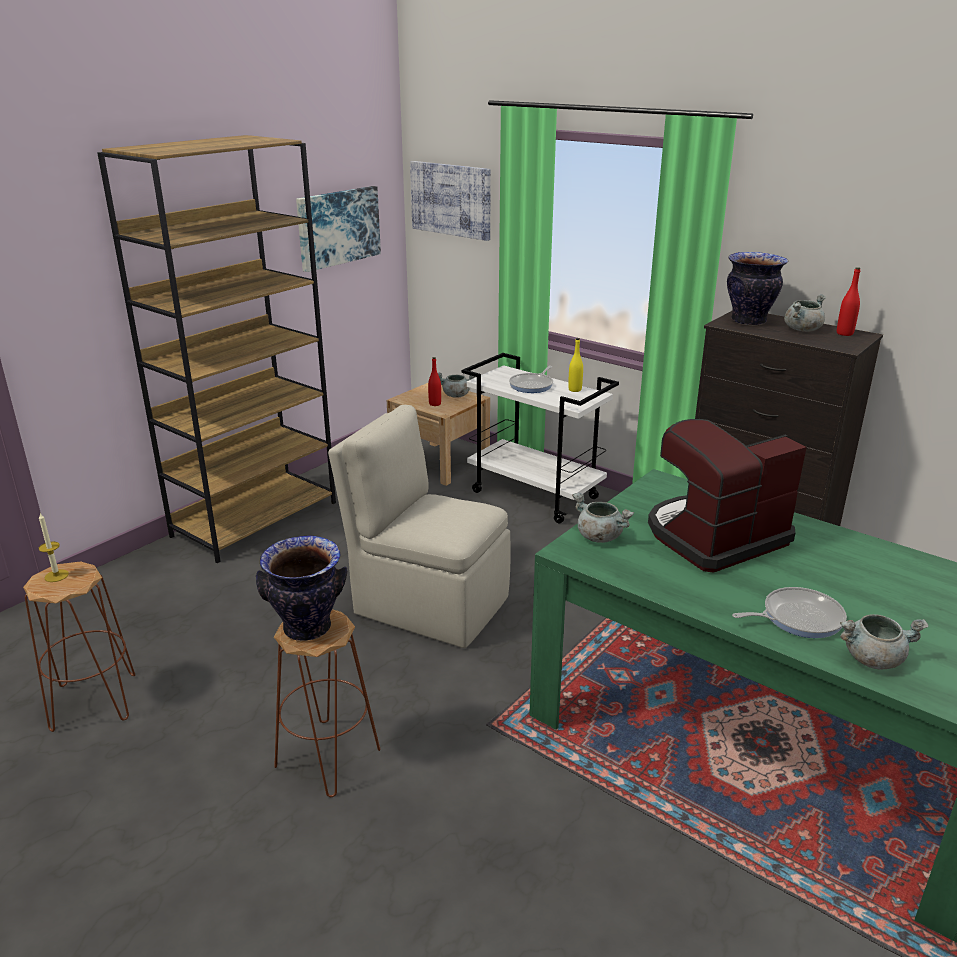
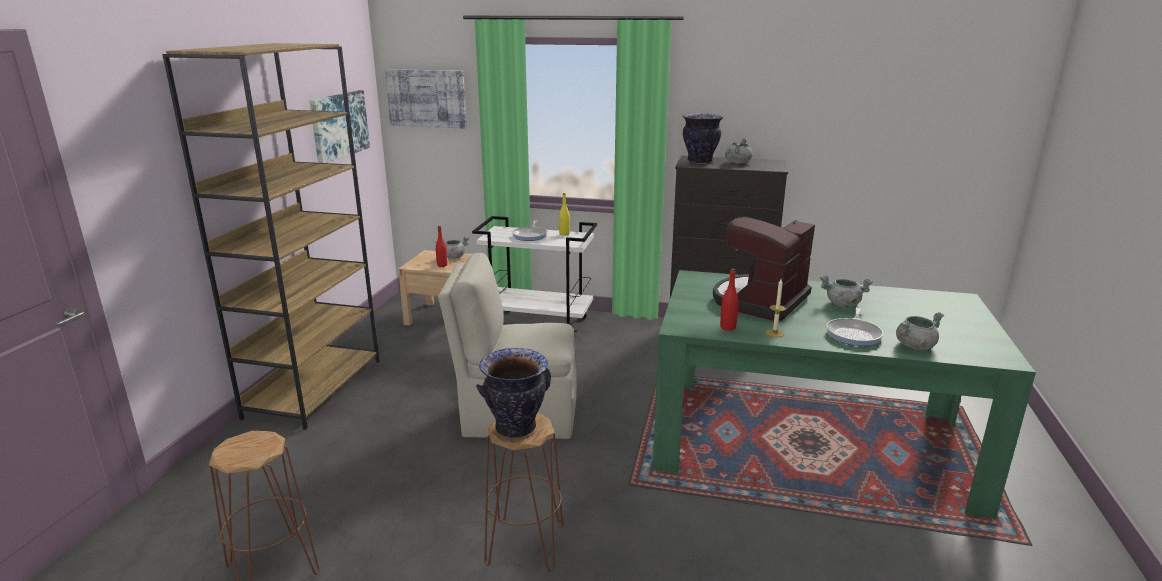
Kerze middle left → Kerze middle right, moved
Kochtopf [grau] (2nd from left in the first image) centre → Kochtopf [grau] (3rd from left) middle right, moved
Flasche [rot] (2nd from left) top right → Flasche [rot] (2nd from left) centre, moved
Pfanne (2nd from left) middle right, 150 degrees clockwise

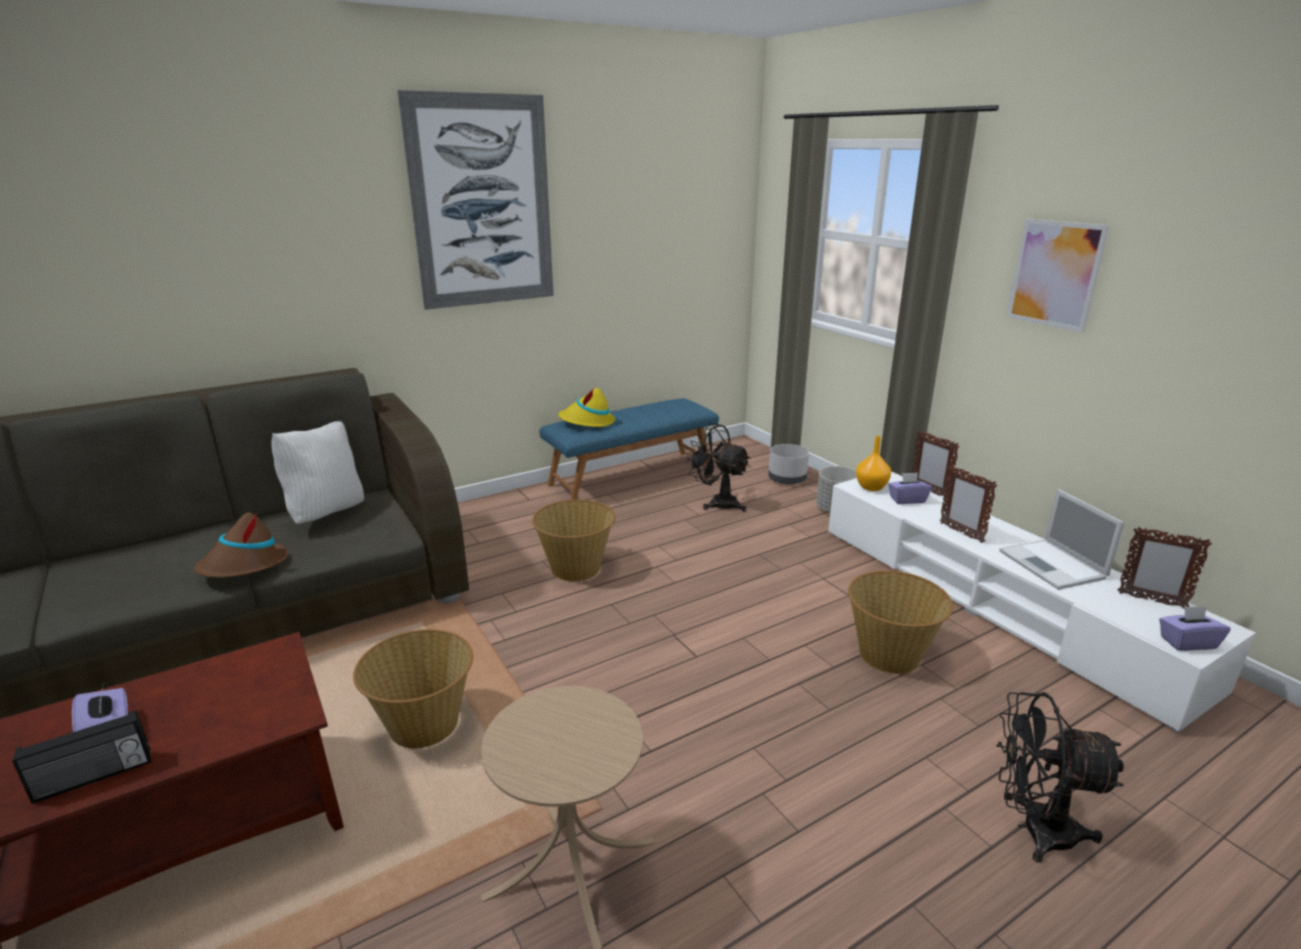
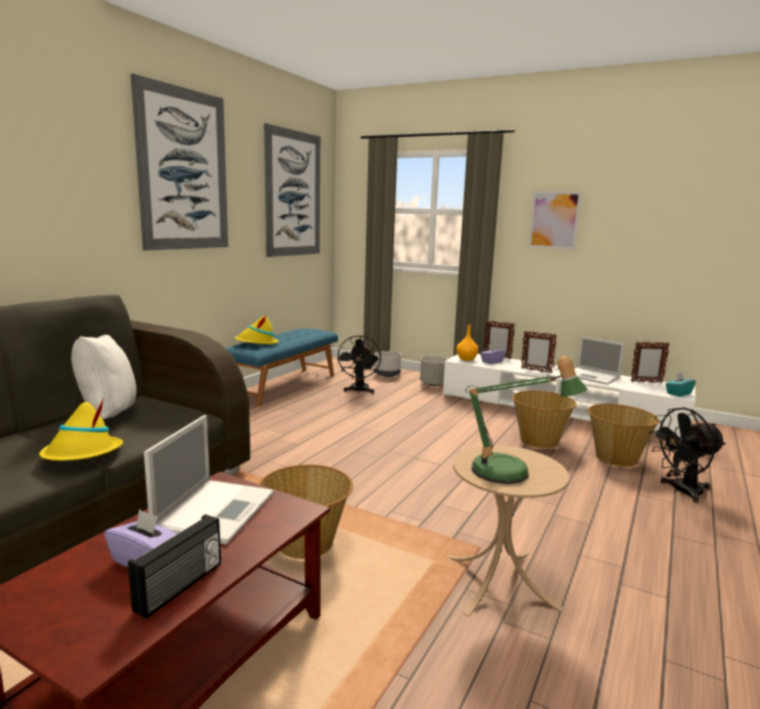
- → Laptop (1st from left) bottom left
- → Bild (2nd from left) top centre
- → Tischlampe middle right
Korb (2nd from left in the first image) centre → Korb (3rd from left) middle right, moved
Hut [braun] middle left → Hut [gelb] (1st from left) middle left
Taschentuchbox [lila] (3rd from left) middle right → Taschentuchbox [türkis] middle right
Ventilator [schwarz] (1st from left) centre, 90 degrees counterclockwise

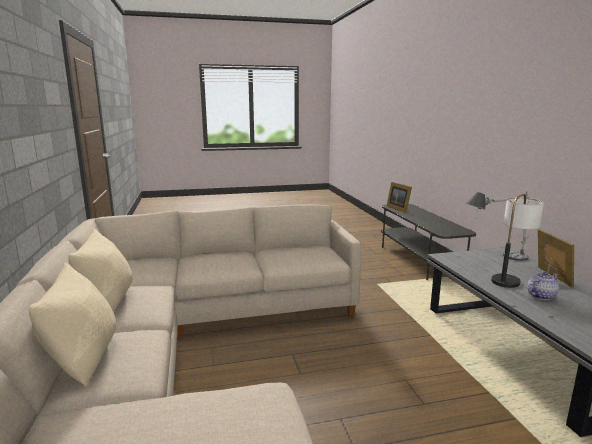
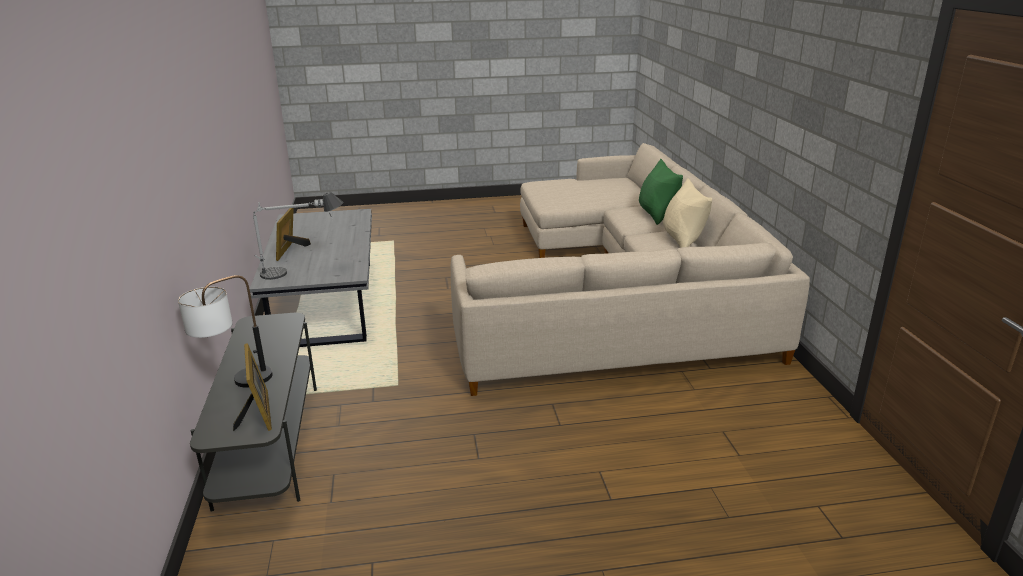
Teekanne middle right → -
Tischlampe (2nd from left in the first image) middle right → Tischlampe (1st from left) middle left, moved
Kissen [beige] (1st from left) bottom left → Kissen [grün] centre

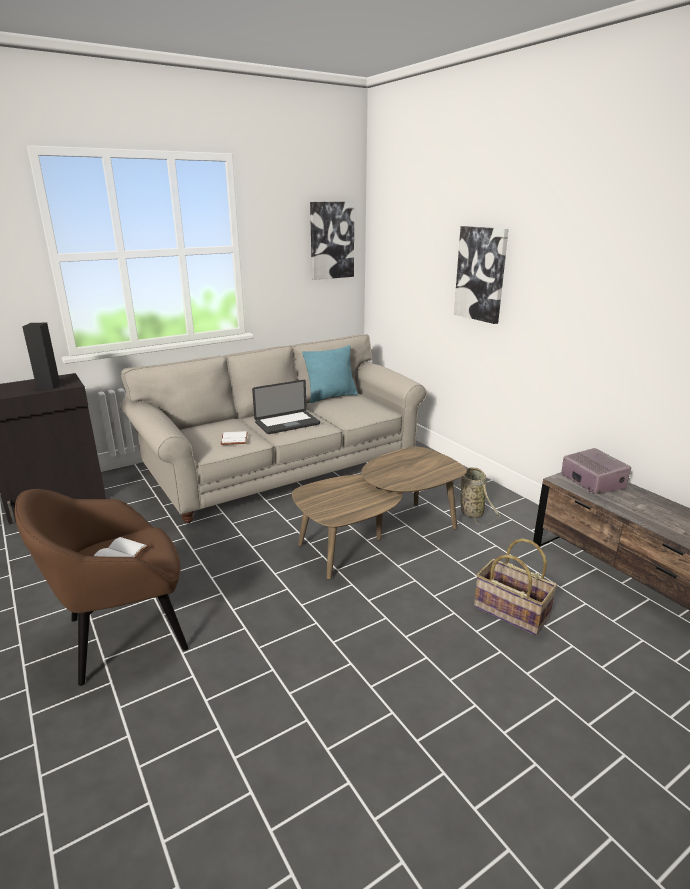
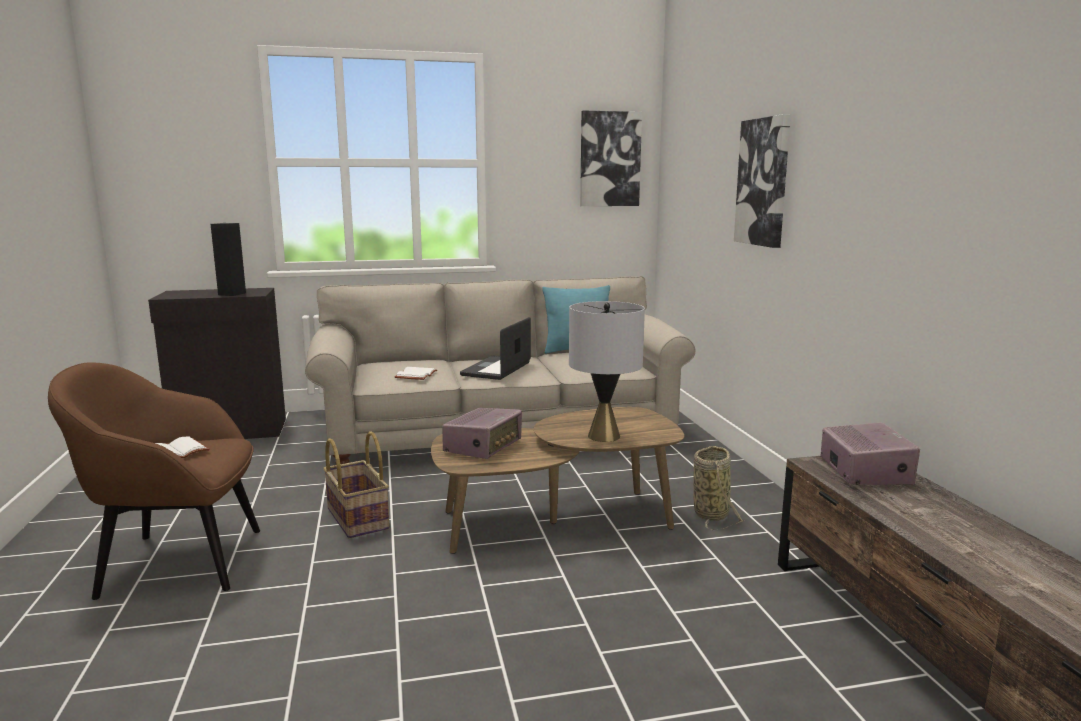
- → Radio (1st from left) centre
- → Tischlampe [grau] centre
Korb (2nd from left in the first image) middle right → Korb (1st from left) bottom left, moved
Laptop centre, 120 degrees clockwise

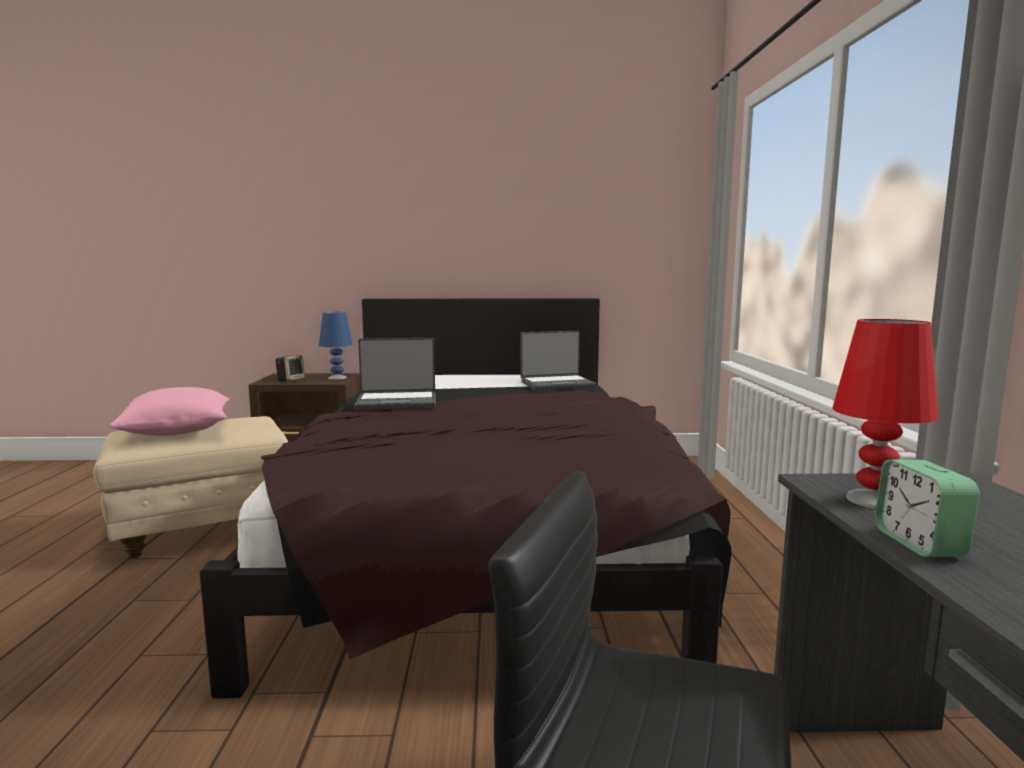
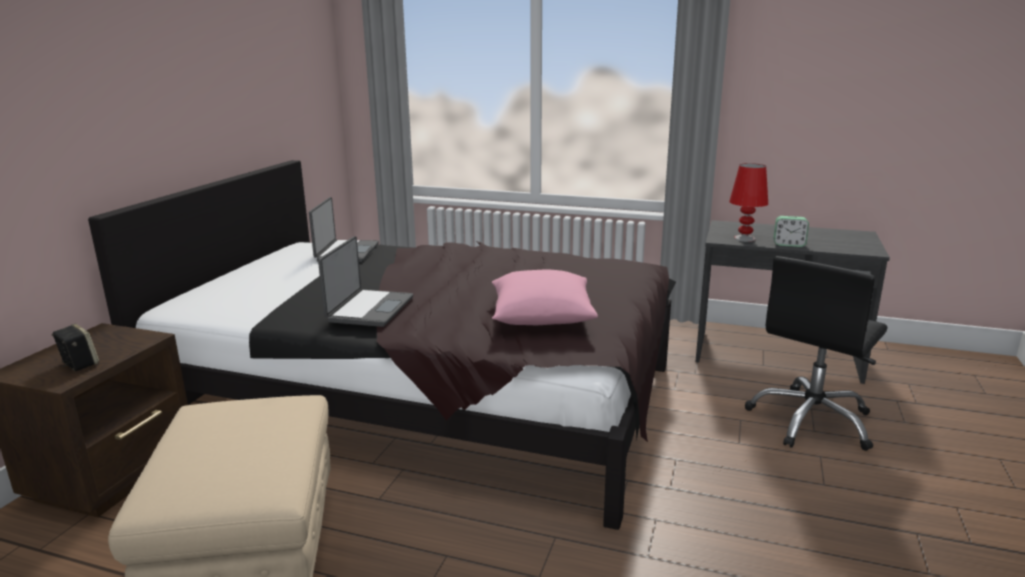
Tischlampe [blau] middle left → -
Kissen [rosa] middle left → Kissen [rosa] centre, moved

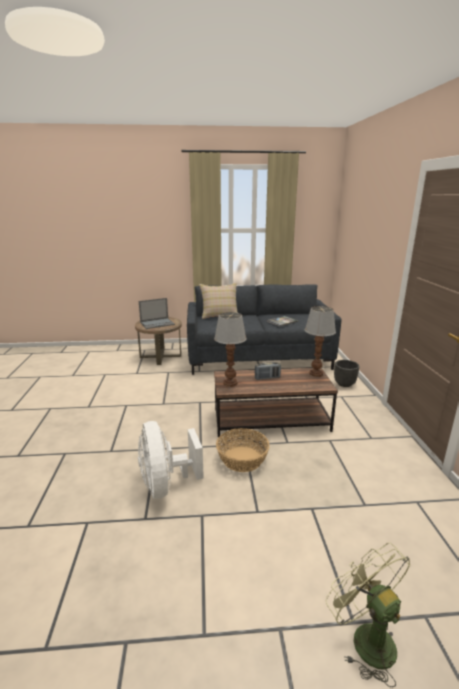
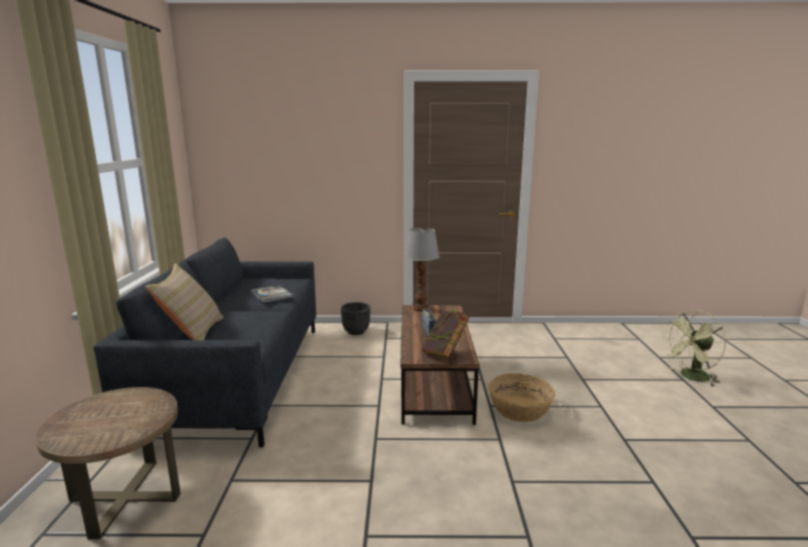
Ventilator [weiß] bottom centre → -
Laptop centre → -
Tischlampe (1st from left) centre → Buch (2nd from left) centre

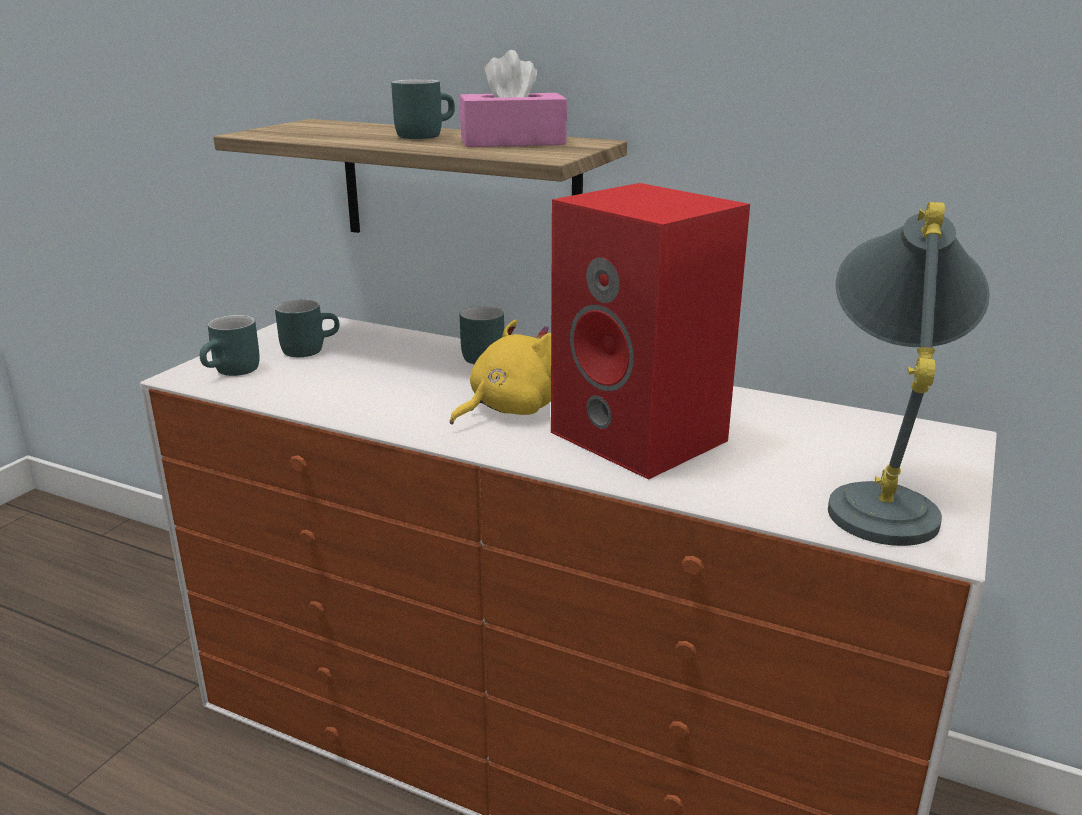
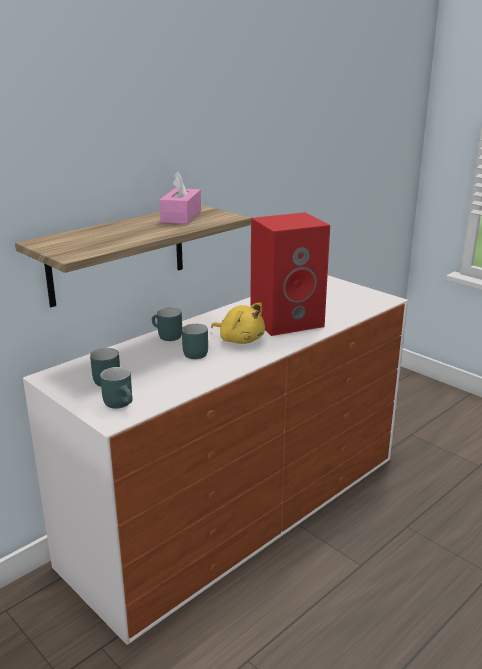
Tischlampe [grau] middle right → -
Henkelbecher [türkis] (3rd from left in the first image) top centre → Henkelbecher [türkis] (4th from left) centre, moved
Plüschtier [gelb] centre, 150 degrees clockwise

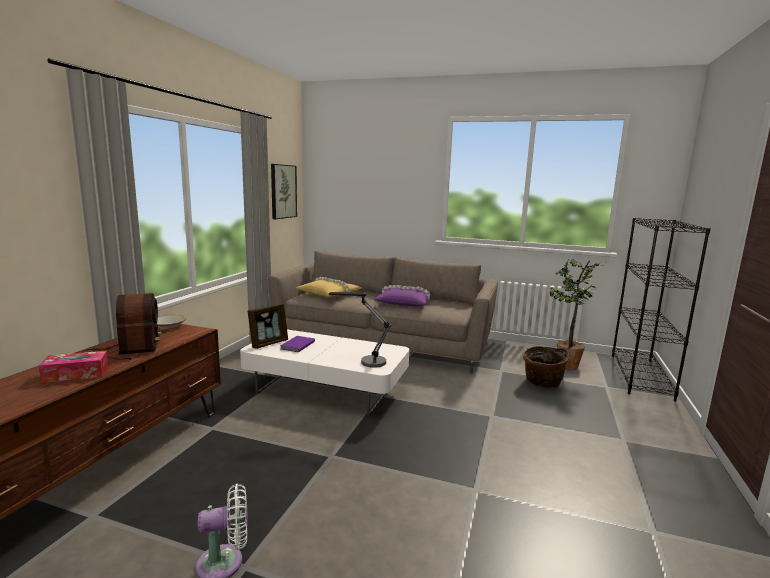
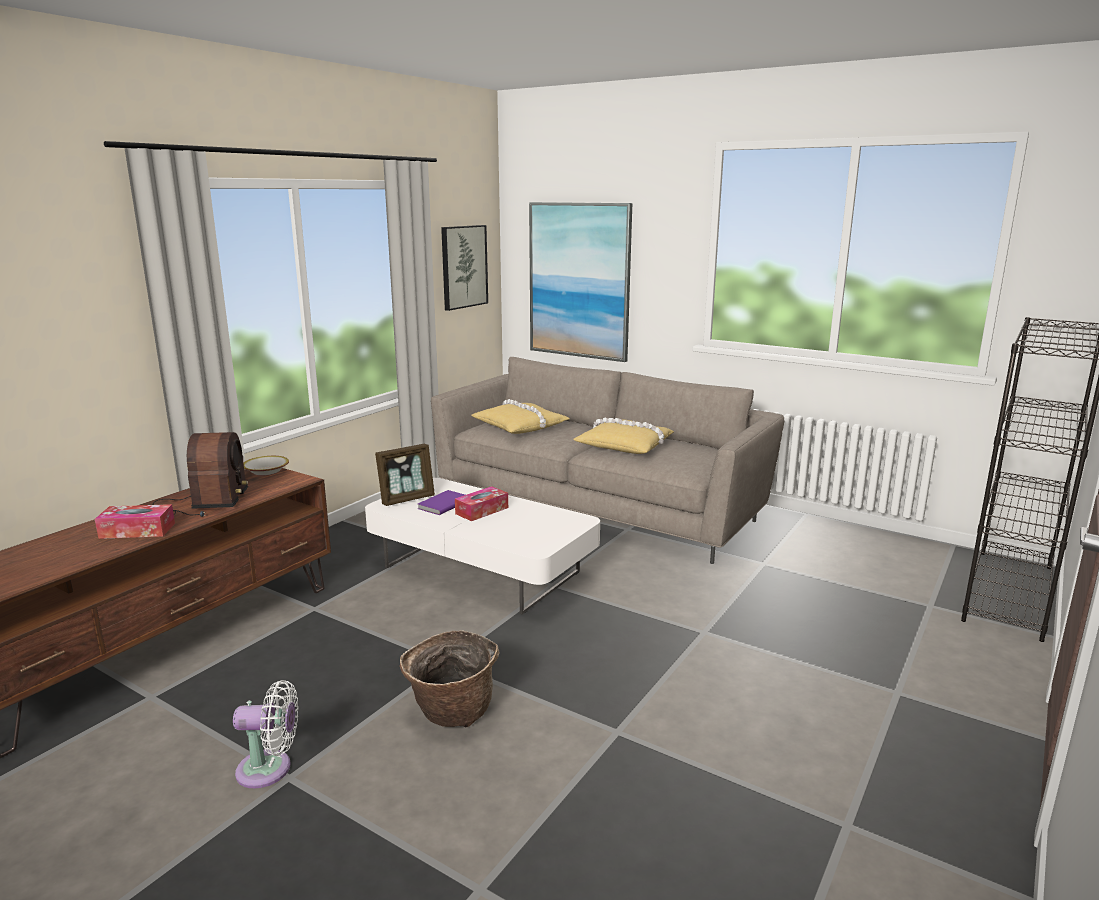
Tischlampe centre → -
Topfpflanze middle right → -
- → Taschentuchbox (2nd from left) centre
- → Bild (2nd from left) top centre
Korb middle right → Korb bottom centre, moved
Kissen [lila] centre → Kissen [gelb] (2nd from left) centre

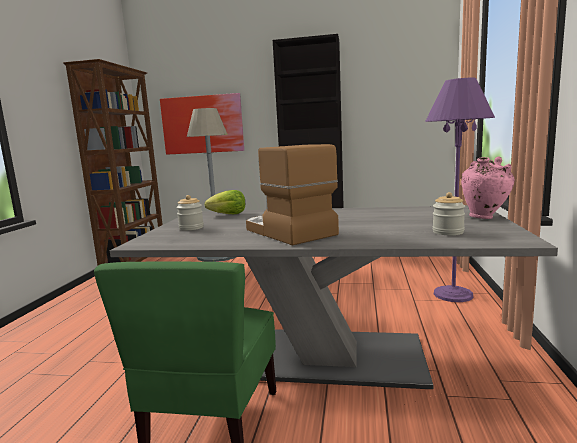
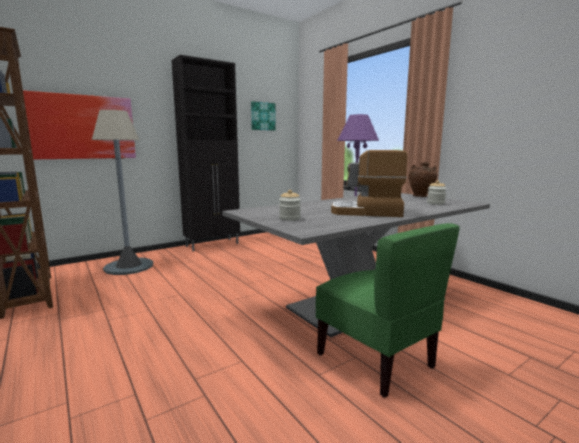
Salatkopf centre → -
- → Bild (2nd from left) top centre
Vase [rosa] middle right → Vase [braun] middle right

